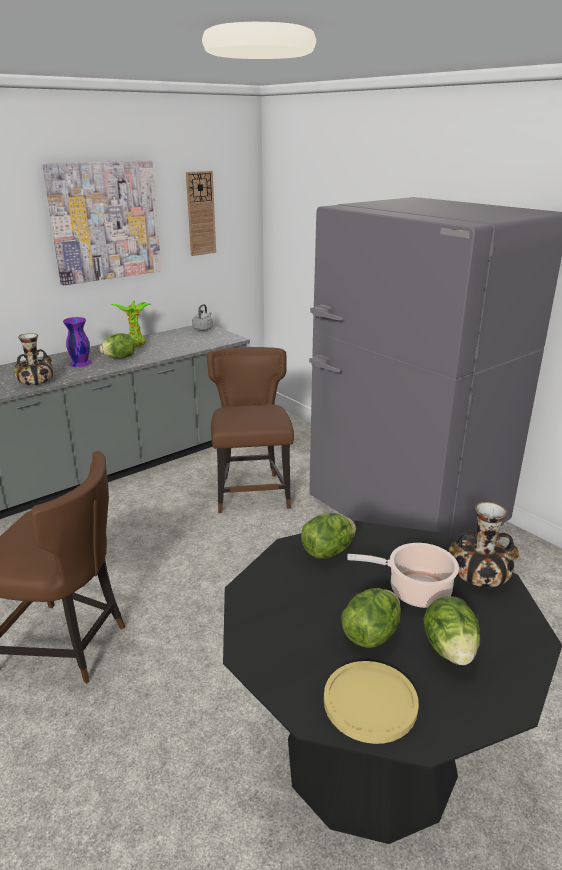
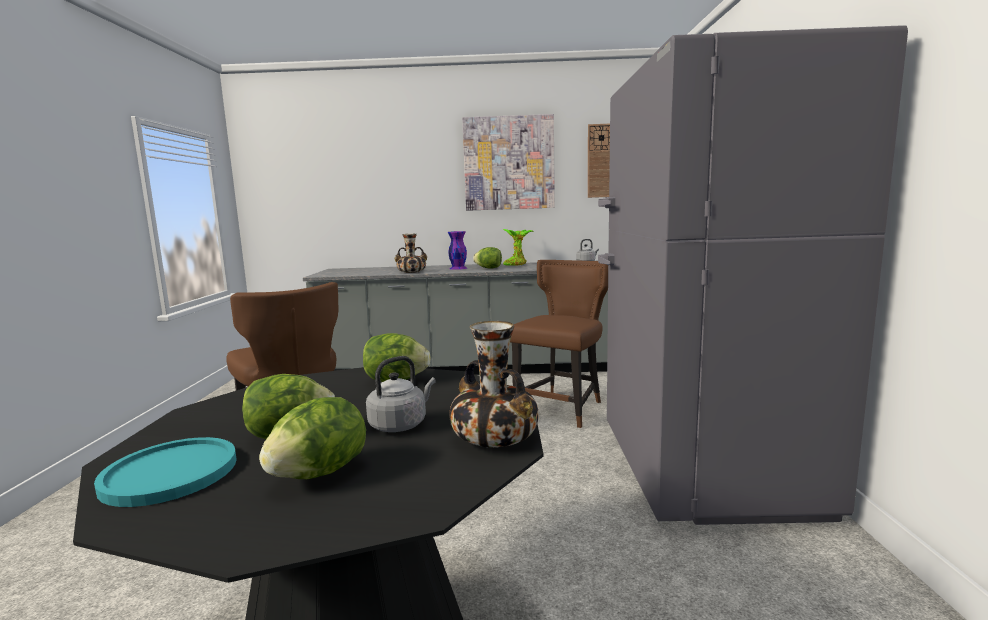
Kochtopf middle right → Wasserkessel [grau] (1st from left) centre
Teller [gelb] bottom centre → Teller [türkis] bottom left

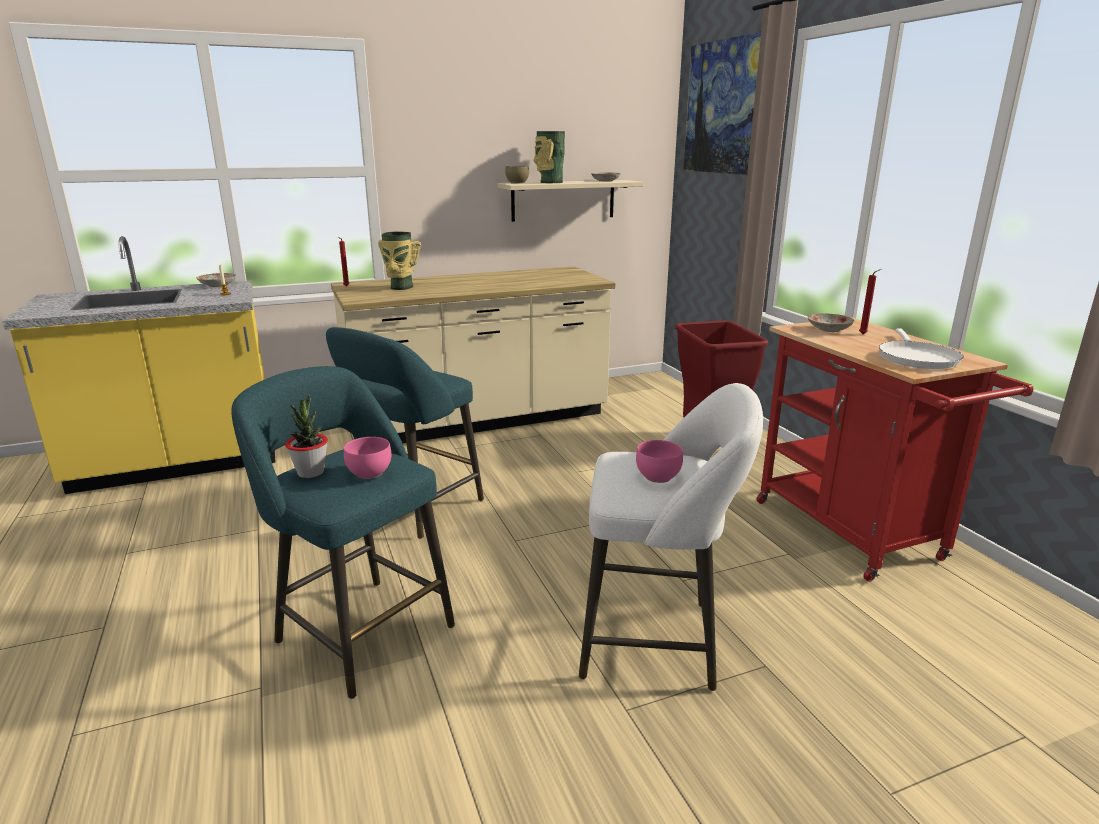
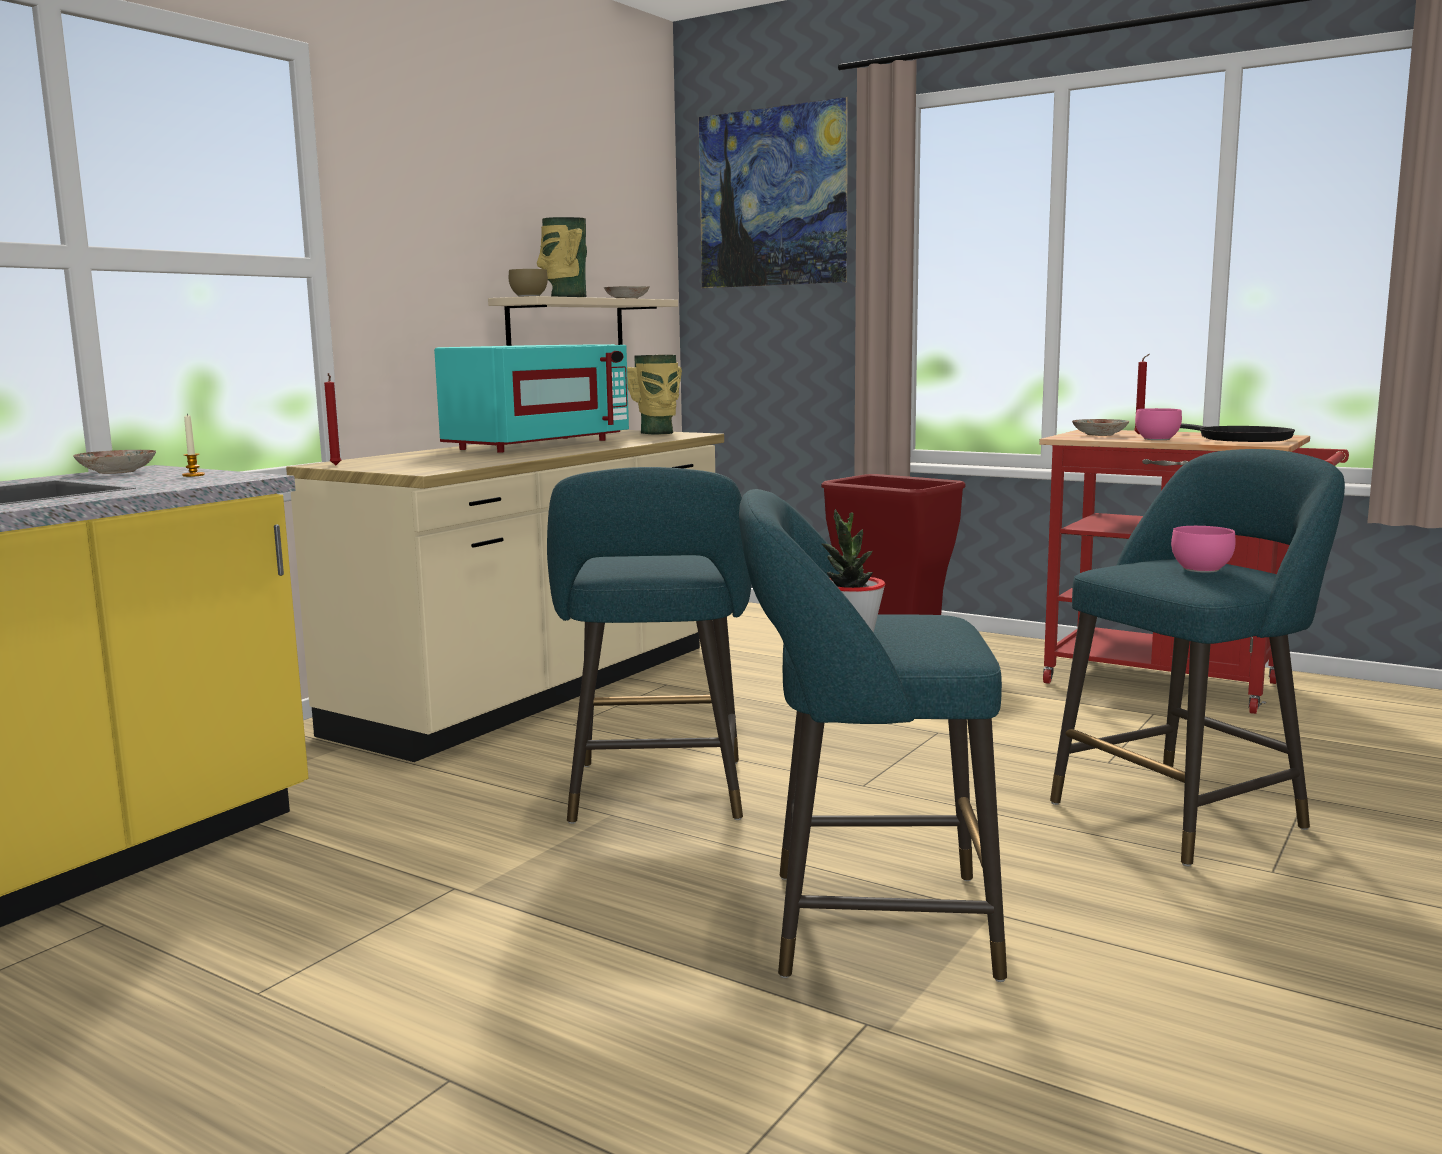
- → Mikrowelle [türkis] centre
Schüssel [rosa] (1st from left) centre → Schüssel [rosa] (1st from left) middle right, moved
Vase (1st from left in the first image) top centre → Vase (2nd from left) centre, moved
Hocker [weiß] centre → Hocker [türkis] (3rd from left) middle right
Pfanne [weiß] middle right → Pfanne [schwarz] middle right

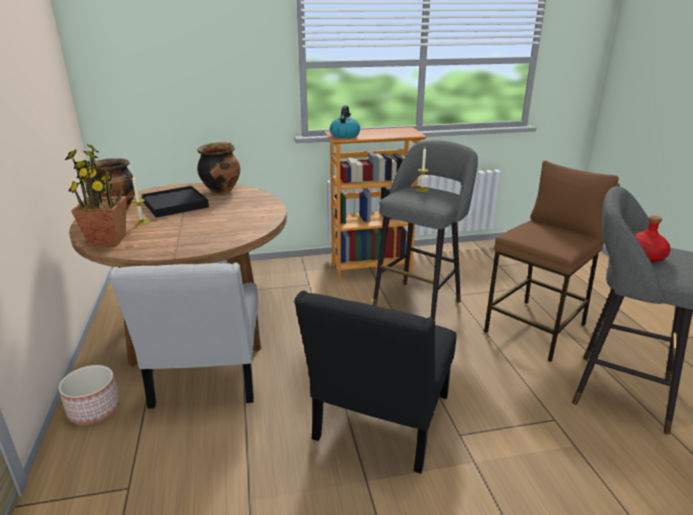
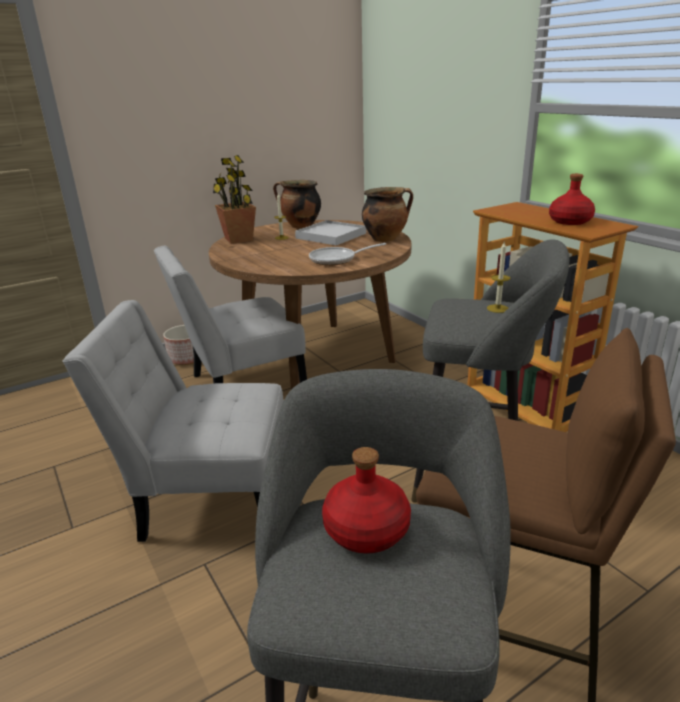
Wasserkessel top centre → -
- → Pfanne centre
- → Flasche [rot] (2nd from left) top right
Tablett [schwarz] middle left → Tablett [weiß] top centre
Stuhl [schwarz] bottom centre → Stuhl [weiß] (1st from left) middle left

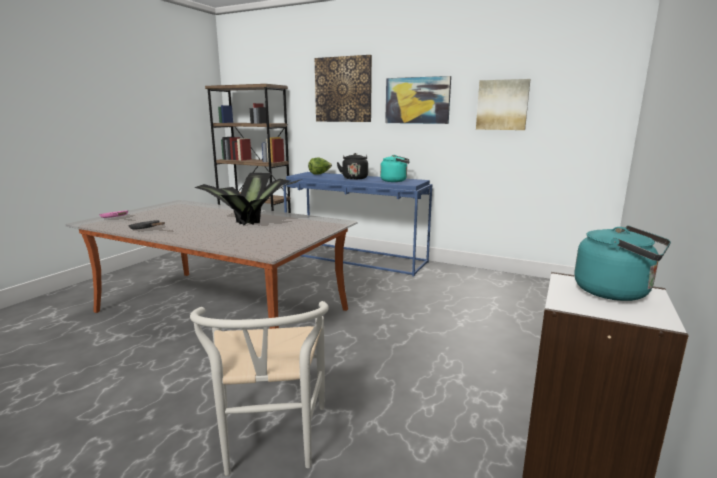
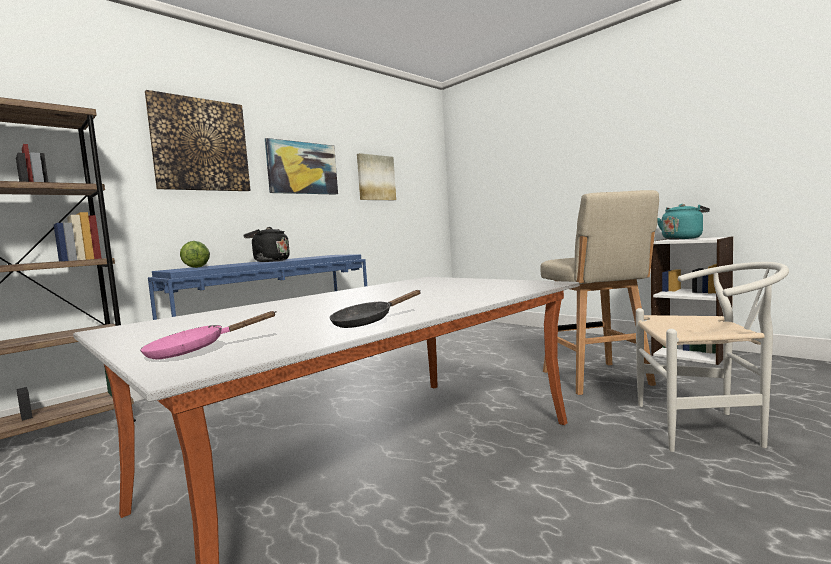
Topfpflanze centre → -
Wasserkessel [türkis] (1st from left) centre → -
- → Hocker [beige] middle right

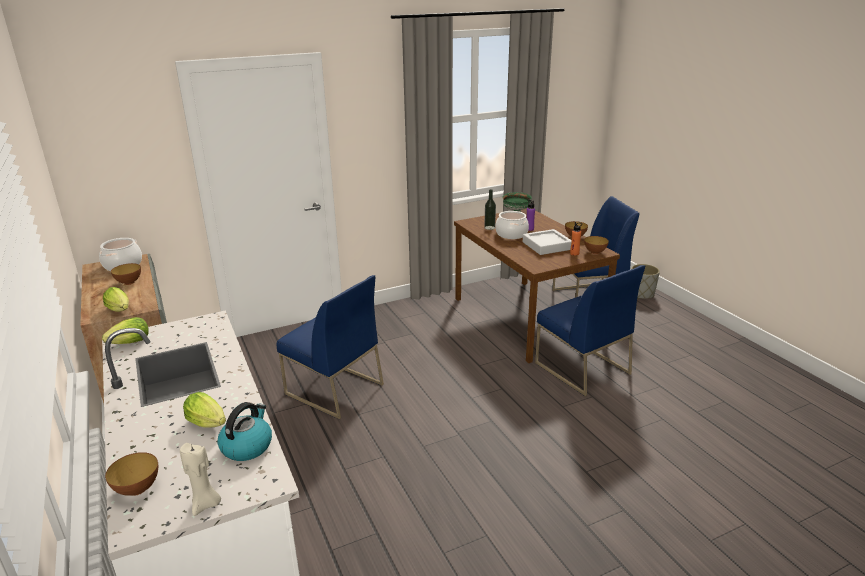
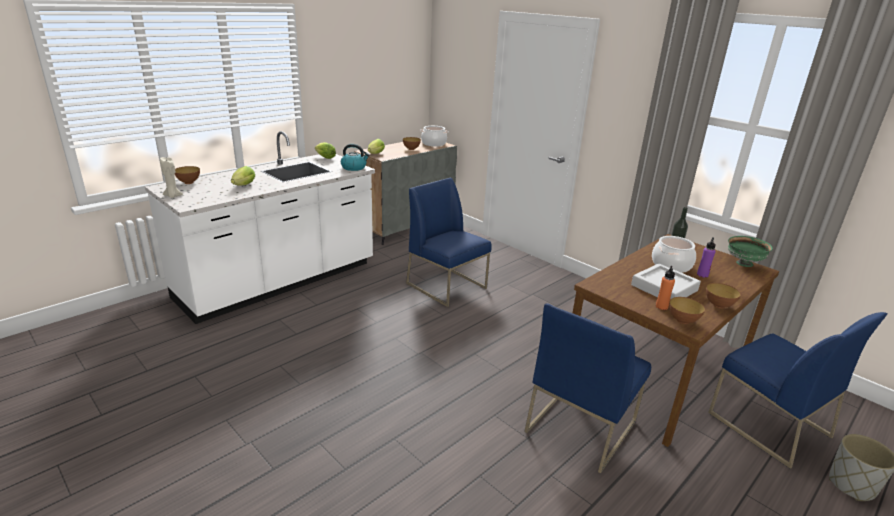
Wasserkessel bottom left → Wasserkessel top centre, moved
Stuhl [blau] (1st from left) centre, 120 degrees clockwise

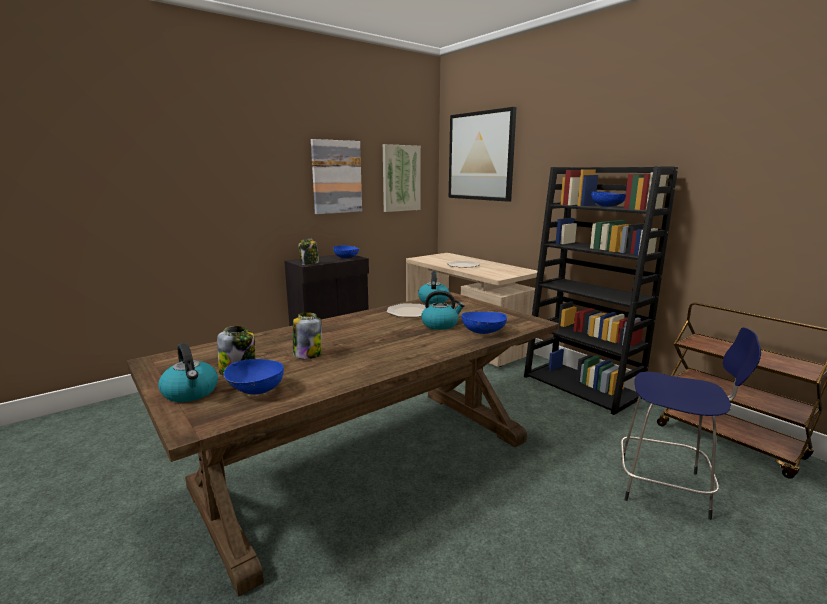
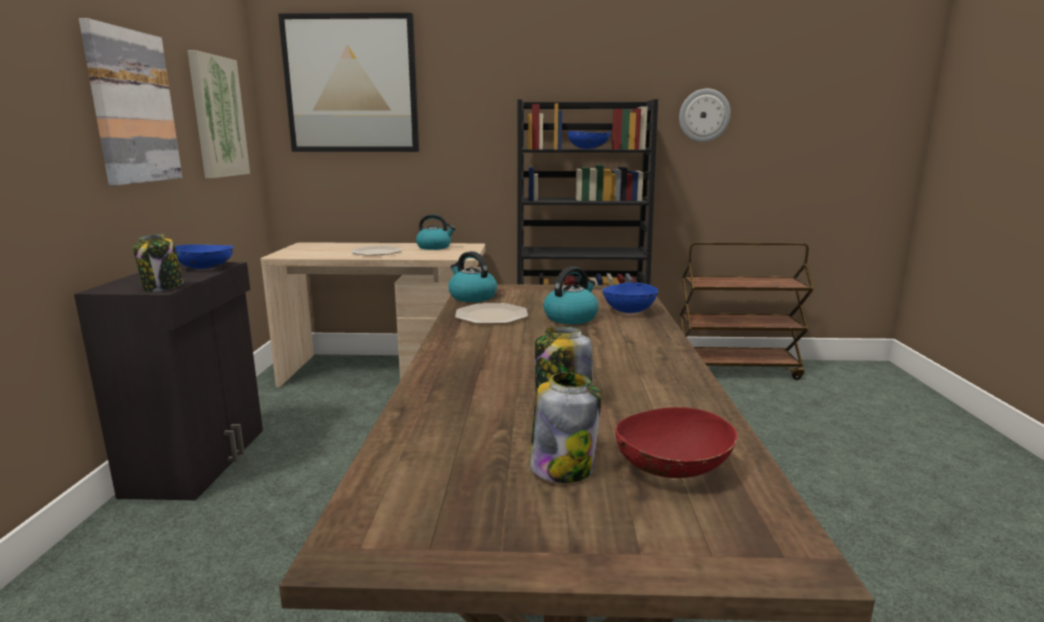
Hocker [blau] bottom right → -
- → Wanduhr top right
Wasserkessel (1st from left) middle left → Wasserkessel (1st from left) centre, moved
Schüssel [blau] (1st from left) middle left → Schüssel [rot] bottom centre

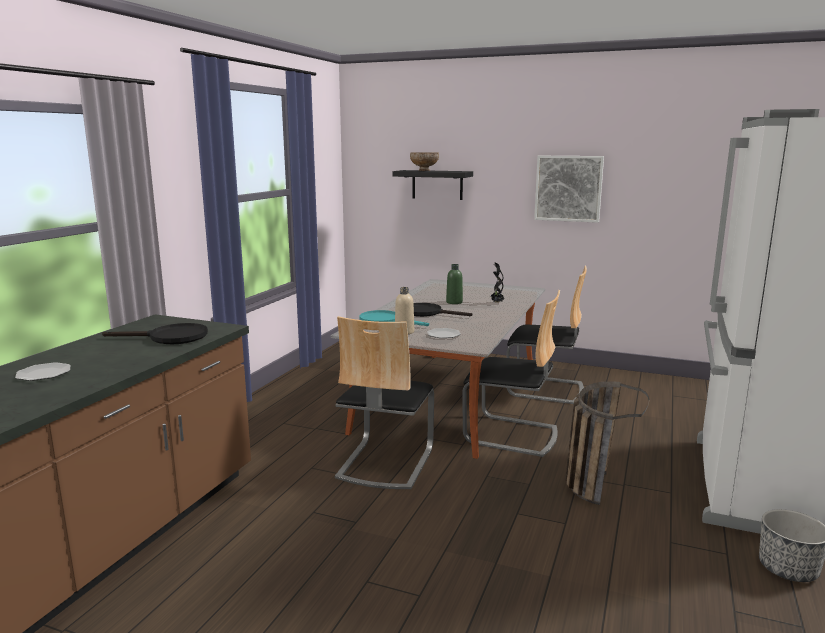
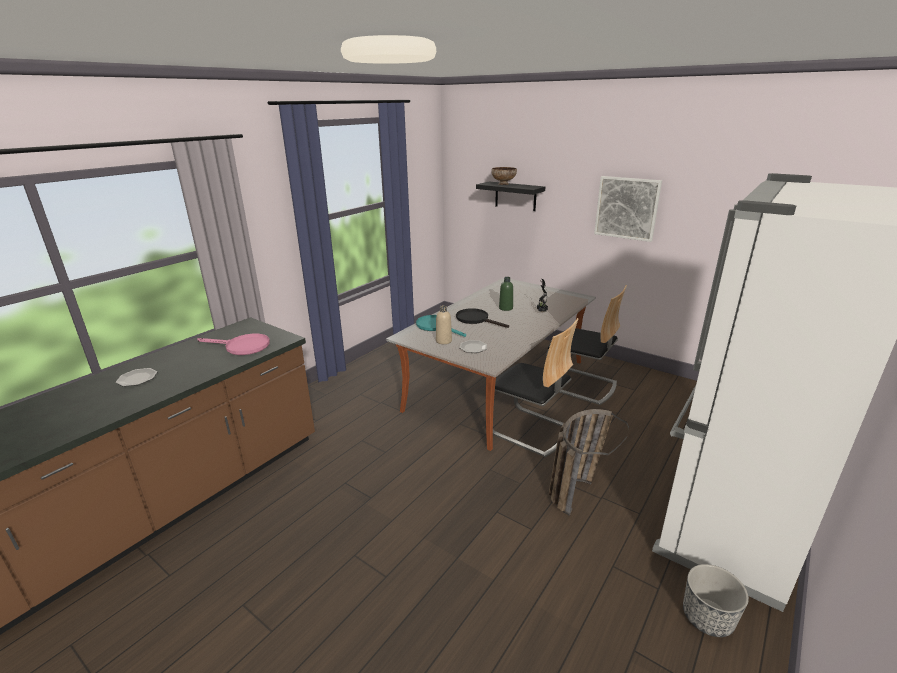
Stuhl (1st from left) centre → -
Pfanne [schwarz] (1st from left) middle left → Pfanne [rosa] middle left

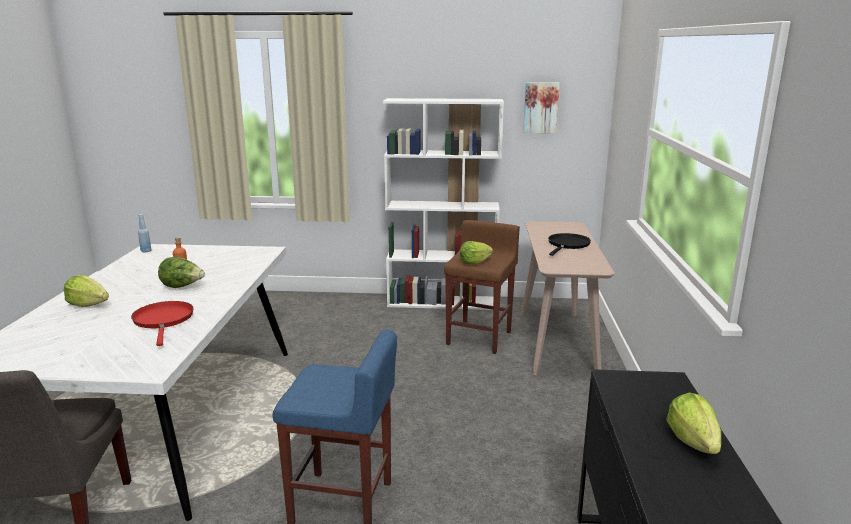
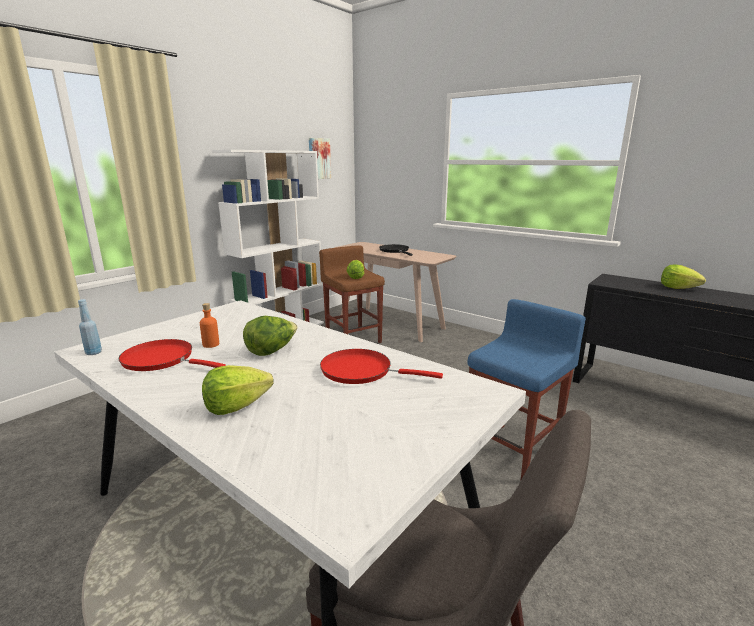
- → Pfanne [rot] (1st from left) middle left

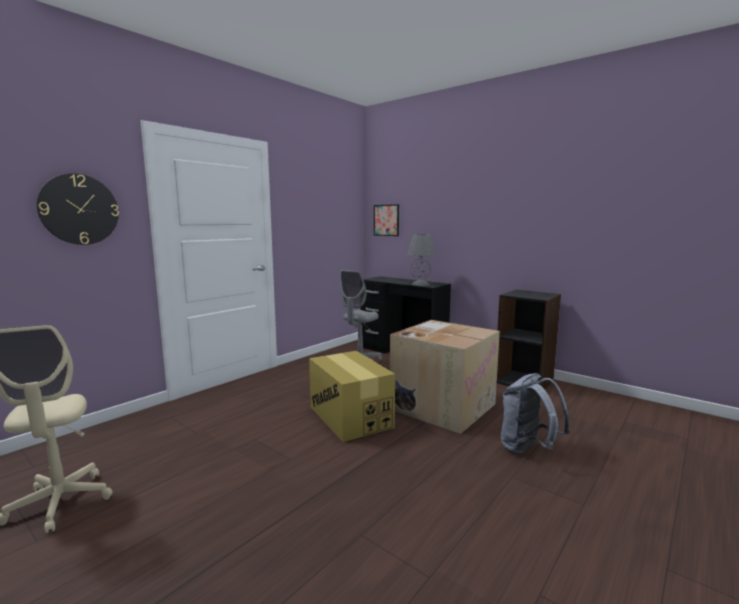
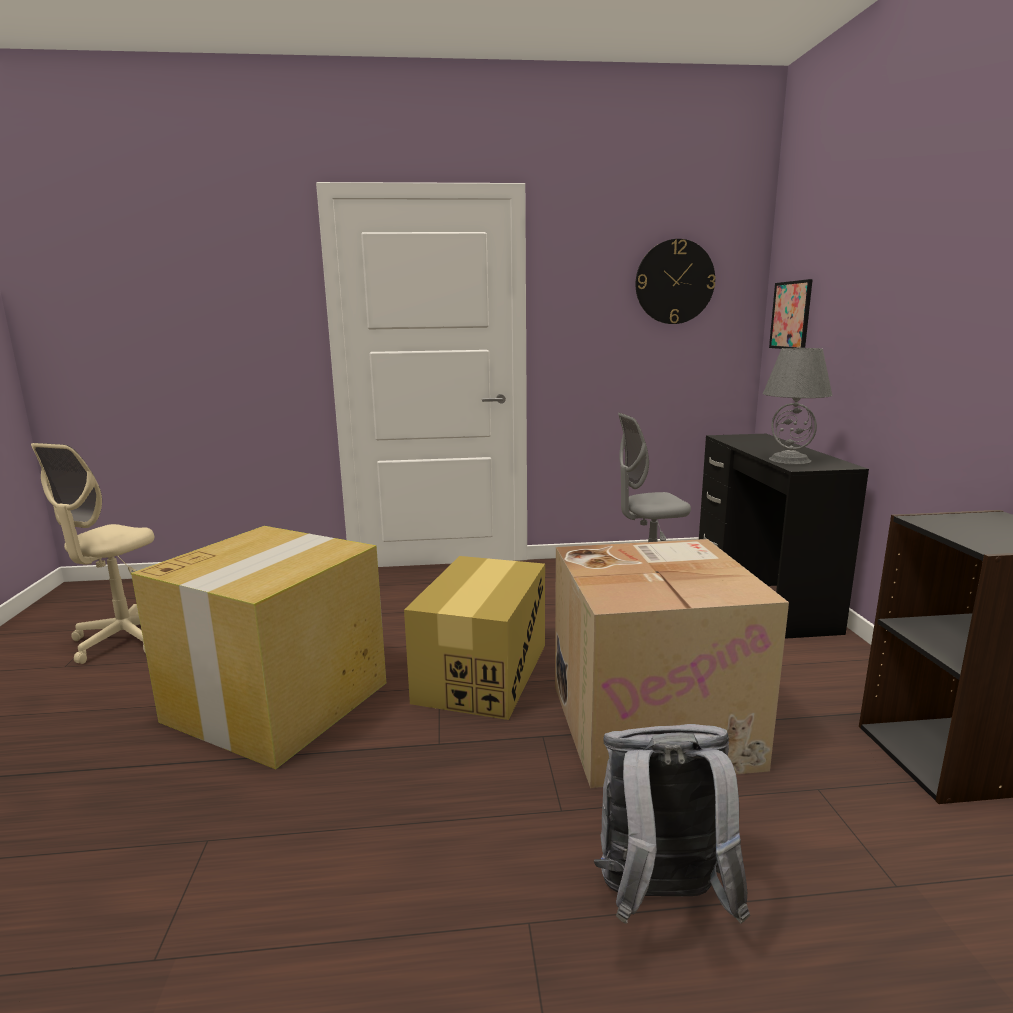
- → Karton (1st from left) middle left
Wanduhr middle left → Wanduhr top right, moved

